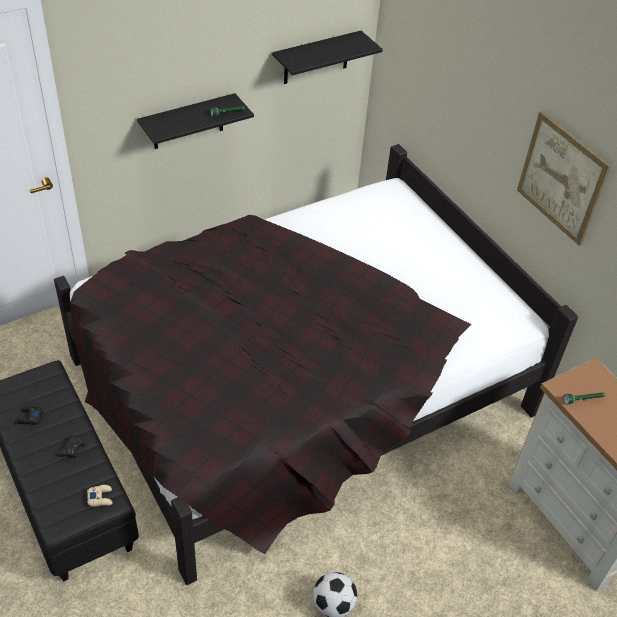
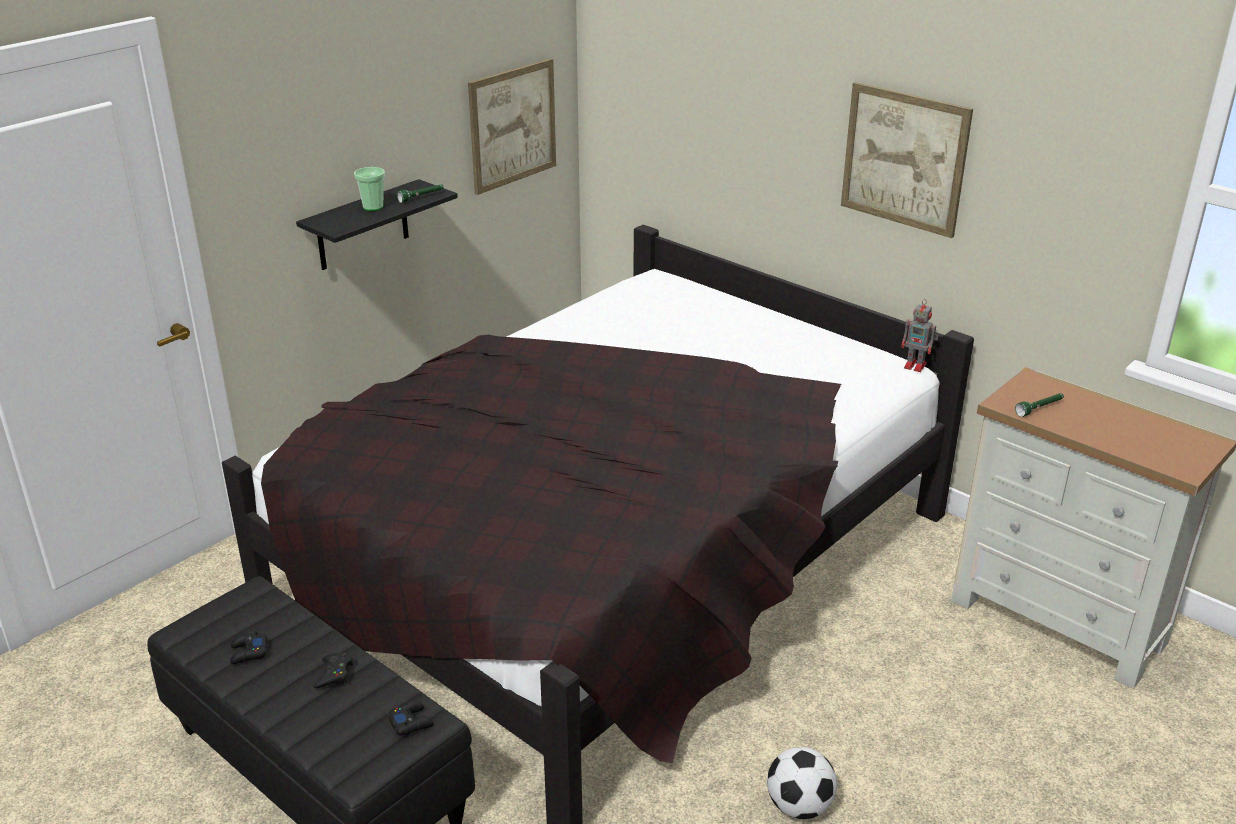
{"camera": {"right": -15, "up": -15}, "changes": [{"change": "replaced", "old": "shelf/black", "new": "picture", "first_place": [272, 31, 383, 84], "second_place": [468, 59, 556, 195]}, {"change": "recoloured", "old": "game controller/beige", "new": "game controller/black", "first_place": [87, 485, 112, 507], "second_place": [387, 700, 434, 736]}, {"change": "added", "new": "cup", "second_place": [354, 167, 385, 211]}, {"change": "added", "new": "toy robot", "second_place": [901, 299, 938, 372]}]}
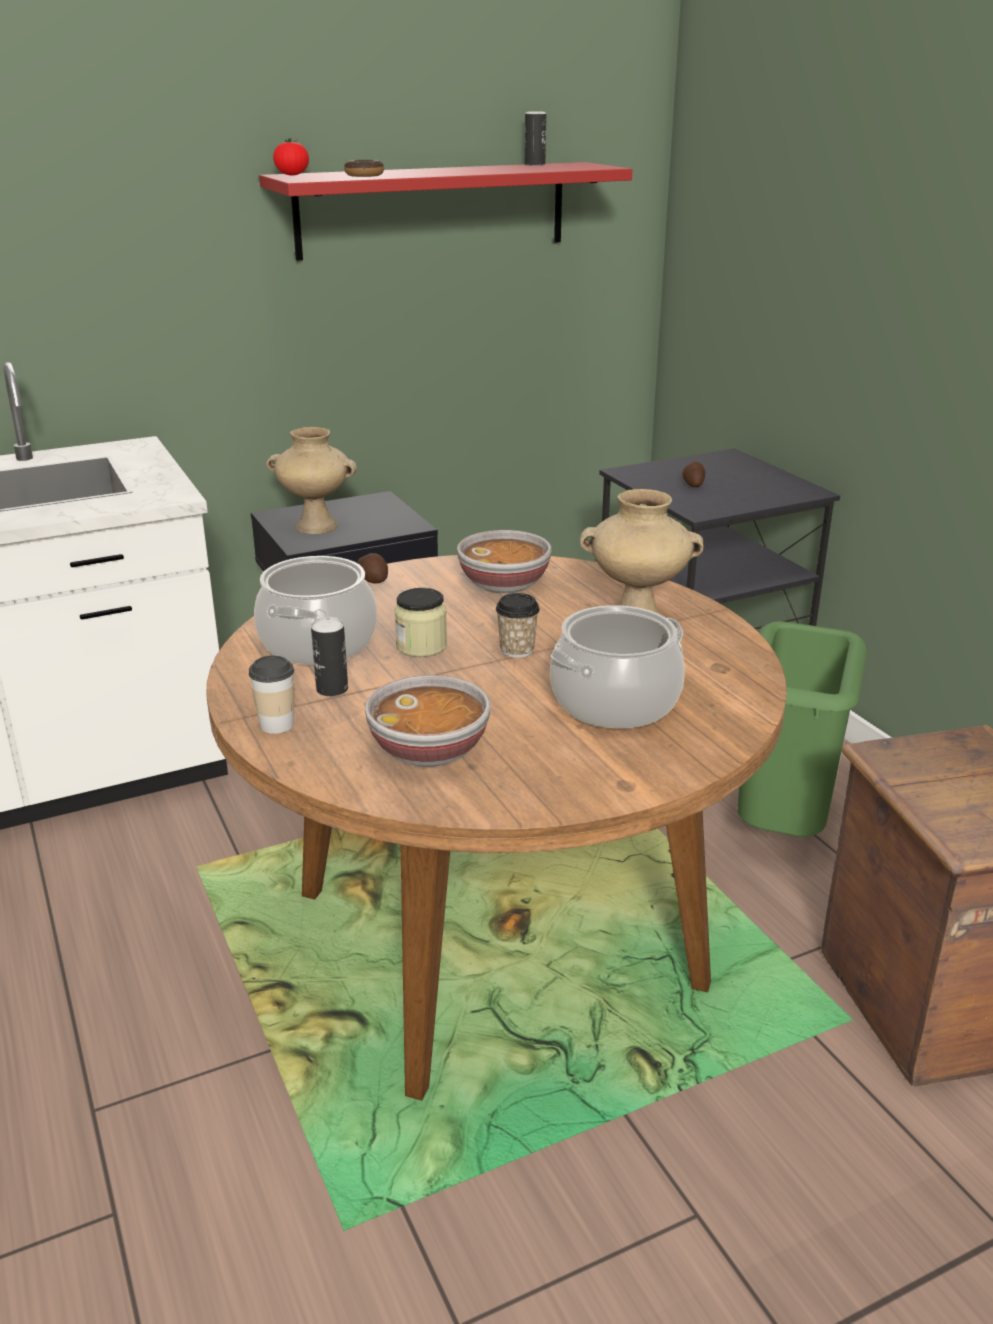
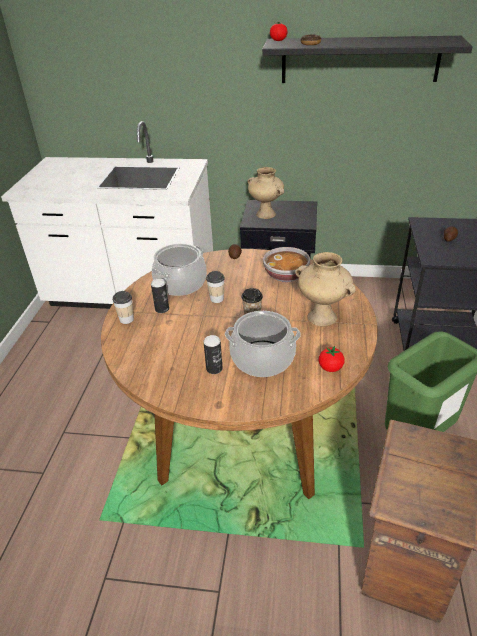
{"camera": {"right": 35, "up": 10}, "changes": [{"change": "moved", "old": "can", "first_place": [525, 111, 546, 166], "second_place": [203, 335, 223, 374]}, {"change": "recoloured", "old": "shelf/red", "new": "shelf/black", "first_place": [259, 162, 632, 261], "second_place": [262, 36, 473, 83]}, {"change": "replaced", "old": "jar", "new": "cup", "first_place": [395, 588, 447, 657], "second_place": [206, 271, 225, 303]}, {"change": "removed", "old": "bowl", "first_place": [365, 675, 490, 767]}, {"change": "added", "new": "tomato", "second_place": [319, 346, 344, 372]}]}
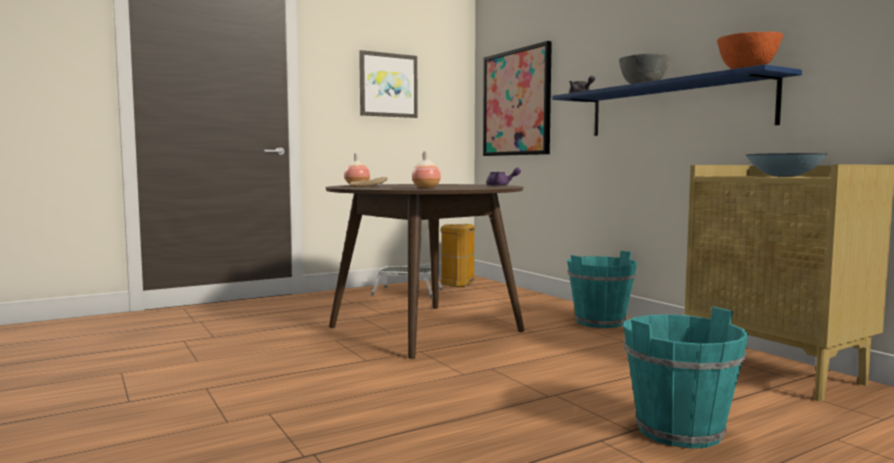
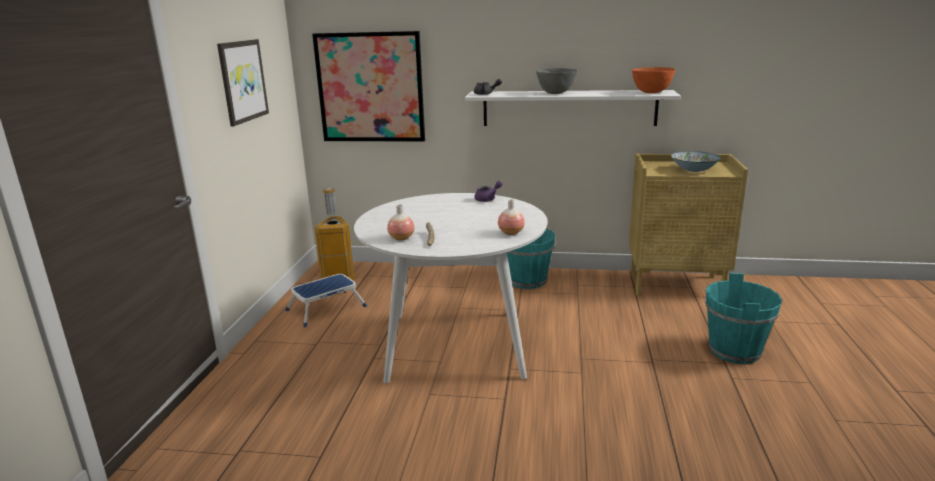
{"camera": {"right": -50, "up": 15}, "changes": [{"change": "recoloured", "old": "shelf/blue", "new": "shelf/white", "first_place": [552, 64, 802, 136], "second_place": [465, 90, 681, 126]}, {"change": "recoloured", "old": "dining table/brown", "new": "dining table/white", "first_place": [325, 184, 525, 359], "second_place": [354, 193, 548, 384]}, {"change": "recoloured", "old": "step ladder/grey", "new": "step ladder/blue", "first_place": [370, 266, 444, 299], "second_place": [285, 274, 367, 327]}]}
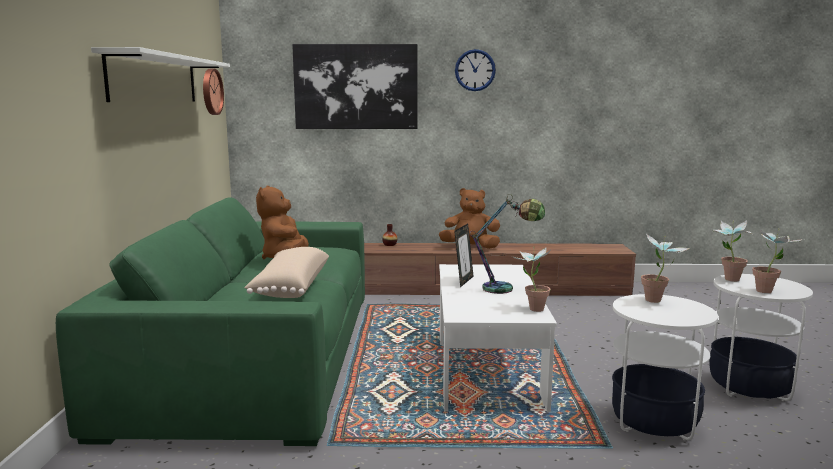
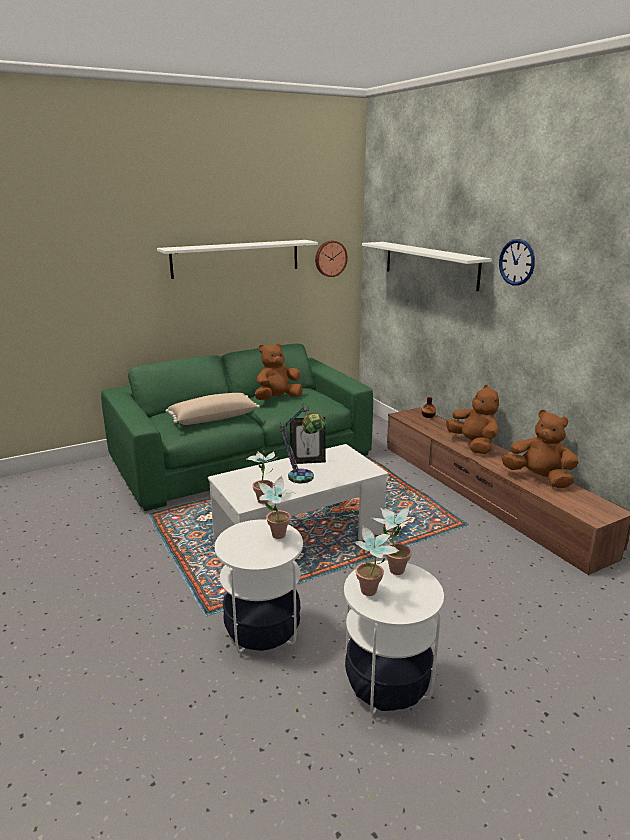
{"camera": {"right": 60, "up": 10}, "changes": [{"change": "replaced", "old": "picture", "new": "shelf/white", "first_place": [292, 44, 418, 129], "second_place": [362, 242, 491, 291]}, {"change": "added", "new": "plush toy/brown", "second_place": [502, 410, 579, 488]}]}
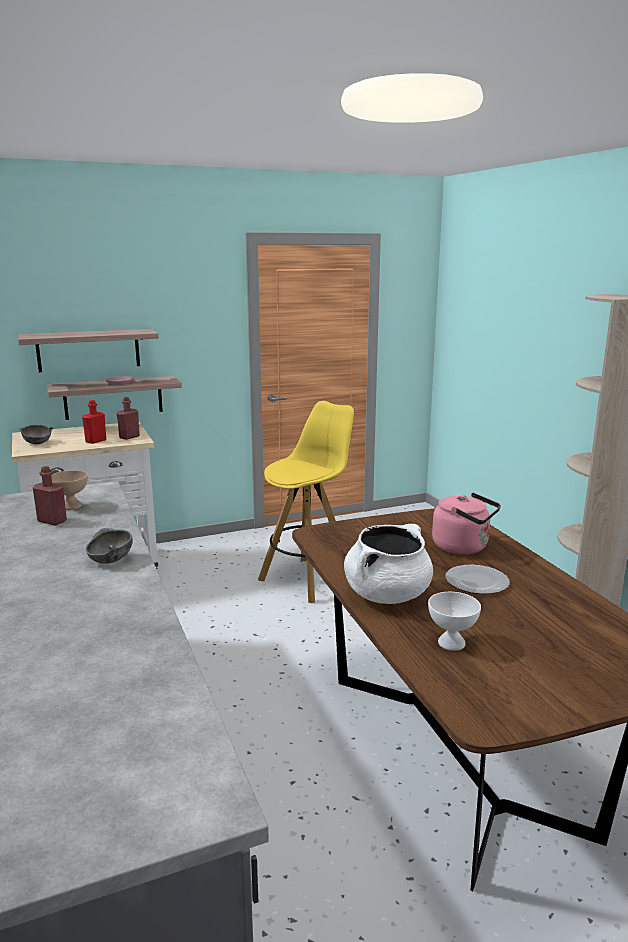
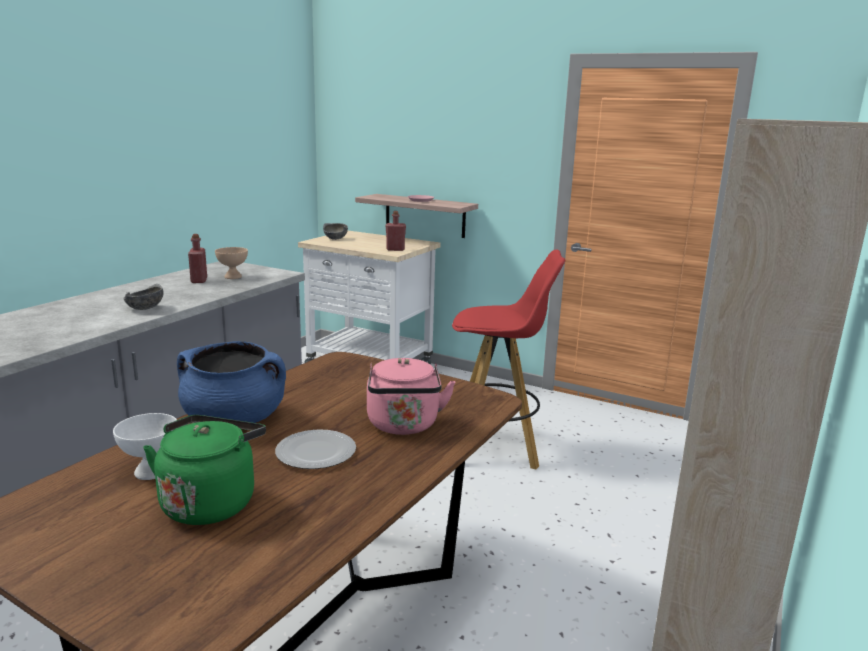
{"camera": {"right": 50, "up": 0}, "changes": [{"change": "removed", "old": "shelf", "first_place": [18, 329, 159, 372]}, {"change": "removed", "old": "bottle/red", "first_place": [82, 400, 106, 444]}, {"change": "recoloured", "old": "stool/yellow", "new": "stool/red", "first_place": [258, 401, 354, 603], "second_place": [452, 250, 565, 469]}, {"change": "recoloured", "old": "cooking pot/white", "new": "cooking pot/blue", "first_place": [344, 524, 433, 604], "second_place": [177, 341, 286, 423]}, {"change": "added", "new": "kettle/green", "second_place": [143, 415, 266, 525]}]}
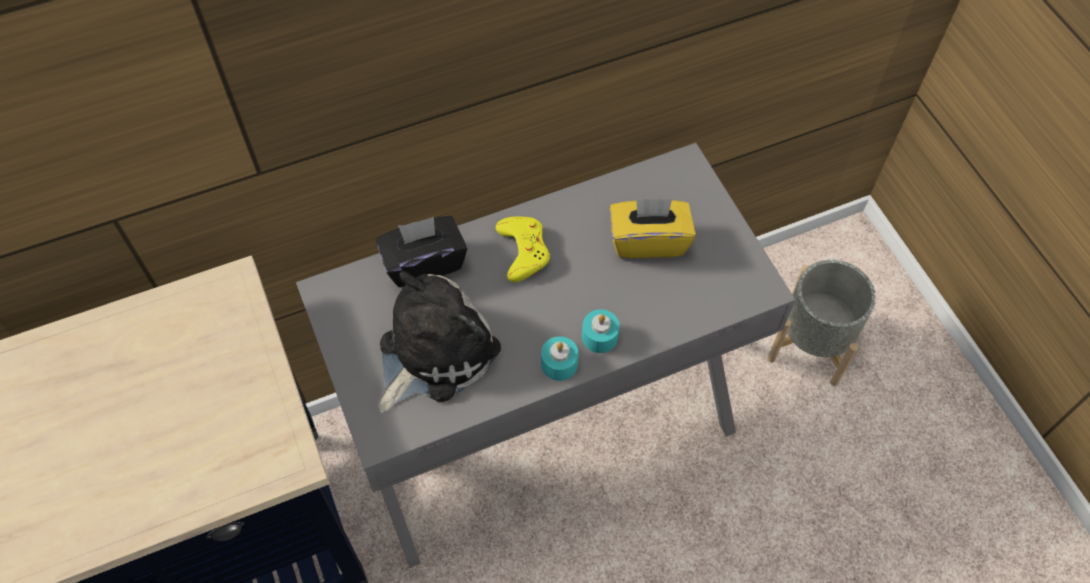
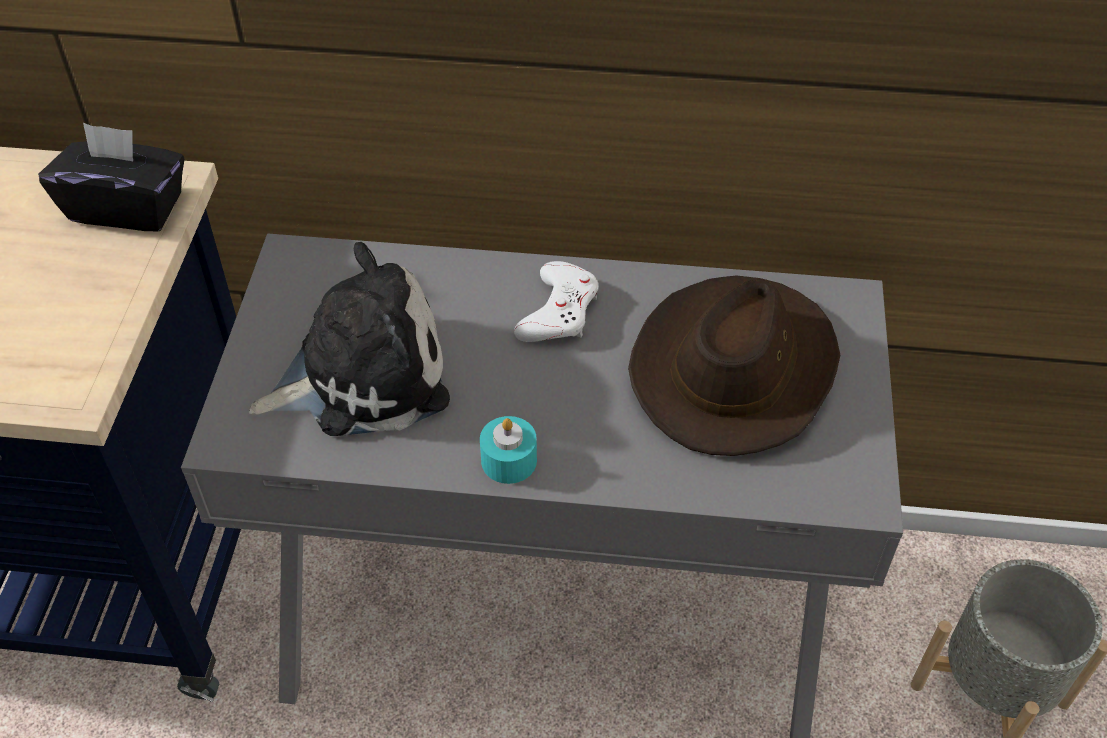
{"camera": {"right": 30, "up": -10}, "changes": [{"change": "replaced", "old": "tissue box/yellow", "new": "hat/brown", "first_place": [610, 198, 696, 258], "second_place": [628, 275, 840, 456]}, {"change": "moved", "old": "tissue box/black", "first_place": [376, 216, 467, 288], "second_place": [38, 123, 185, 231]}, {"change": "recoloured", "old": "game controller/yellow", "new": "game controller/white", "first_place": [496, 217, 550, 282], "second_place": [514, 261, 599, 342]}, {"change": "removed", "old": "candle/turquoise", "first_place": [582, 309, 620, 353]}]}
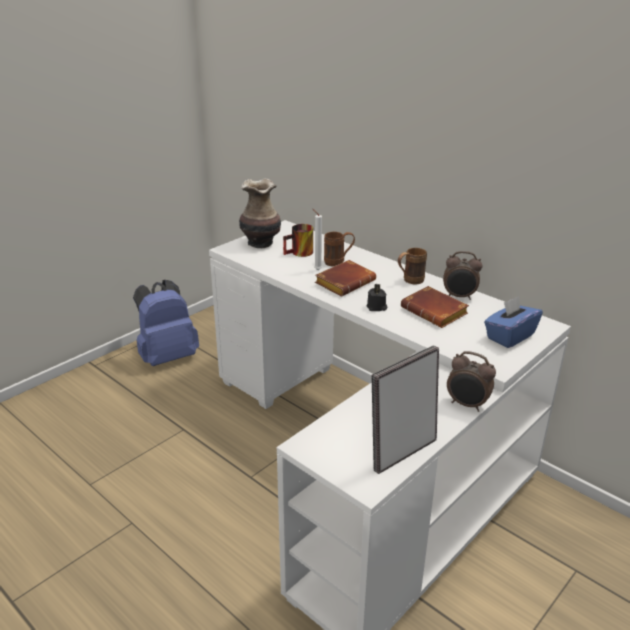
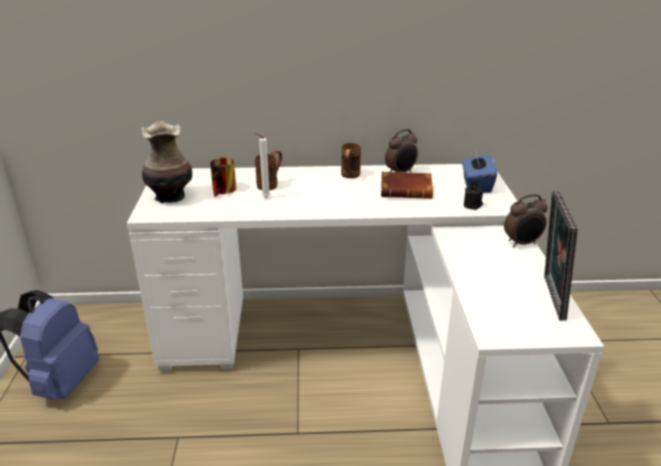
{"camera": {"right": -45, "up": 0}, "changes": [{"change": "removed", "old": "book/brown", "first_place": [315, 260, 376, 296]}, {"change": "moved", "old": "candle/black", "first_place": [367, 284, 387, 311], "second_place": [464, 181, 483, 210]}]}
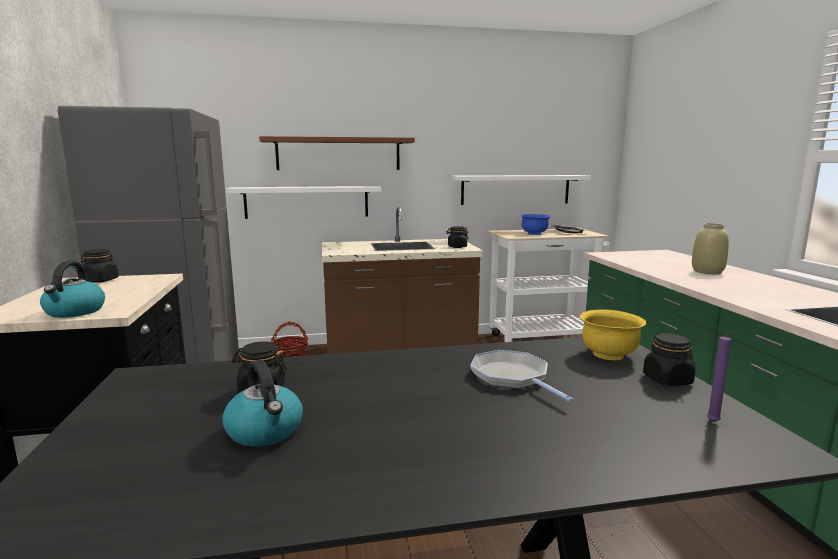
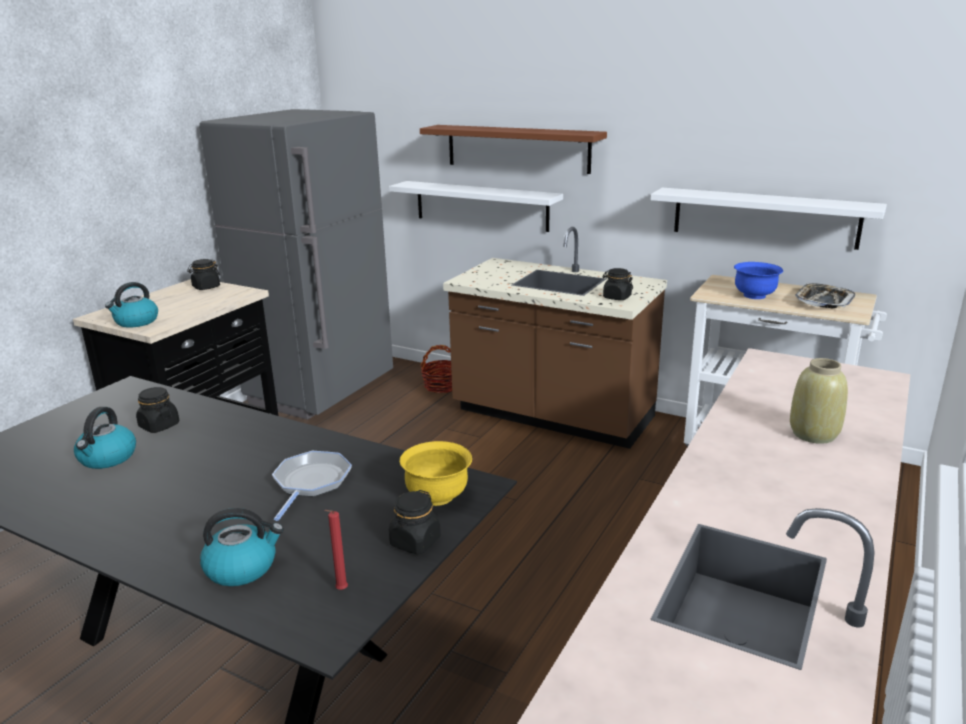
{"camera": {"right": 40, "up": 10}, "changes": [{"change": "recoloured", "old": "candle/purple", "new": "candle/red", "first_place": [707, 332, 734, 422], "second_place": [324, 510, 348, 590]}, {"change": "added", "new": "kettle", "second_place": [200, 508, 284, 586]}]}
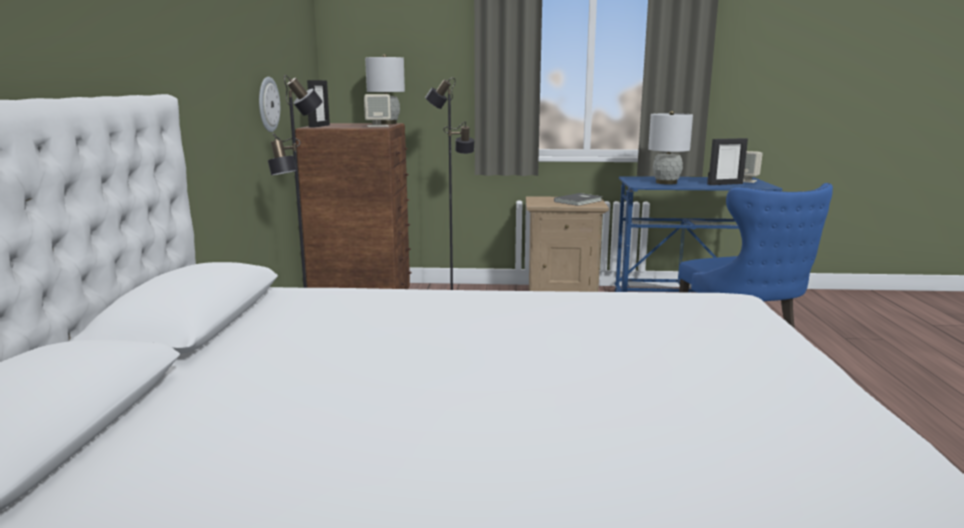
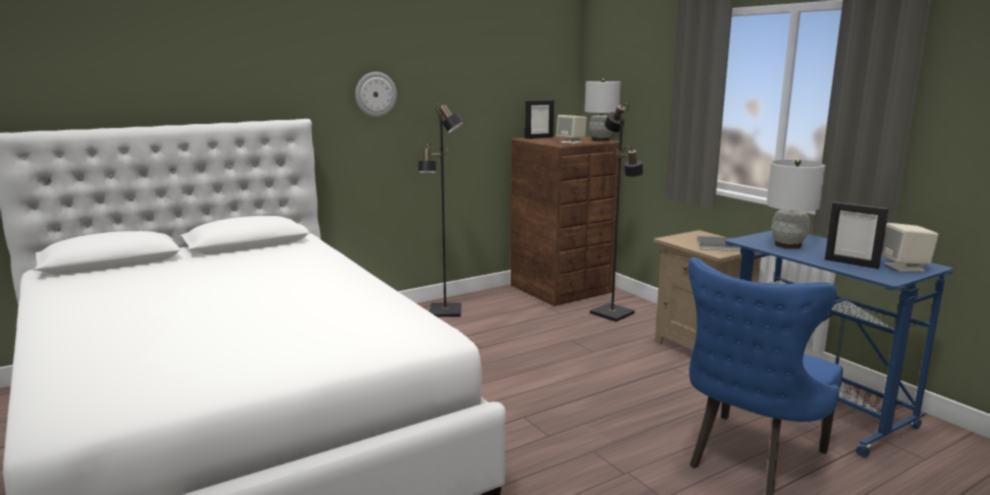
{"camera": {"right": 55, "up": 0}, "changes": [{"change": "moved", "old": "wall clock", "first_place": [259, 77, 280, 132], "second_place": [355, 72, 397, 117]}]}
